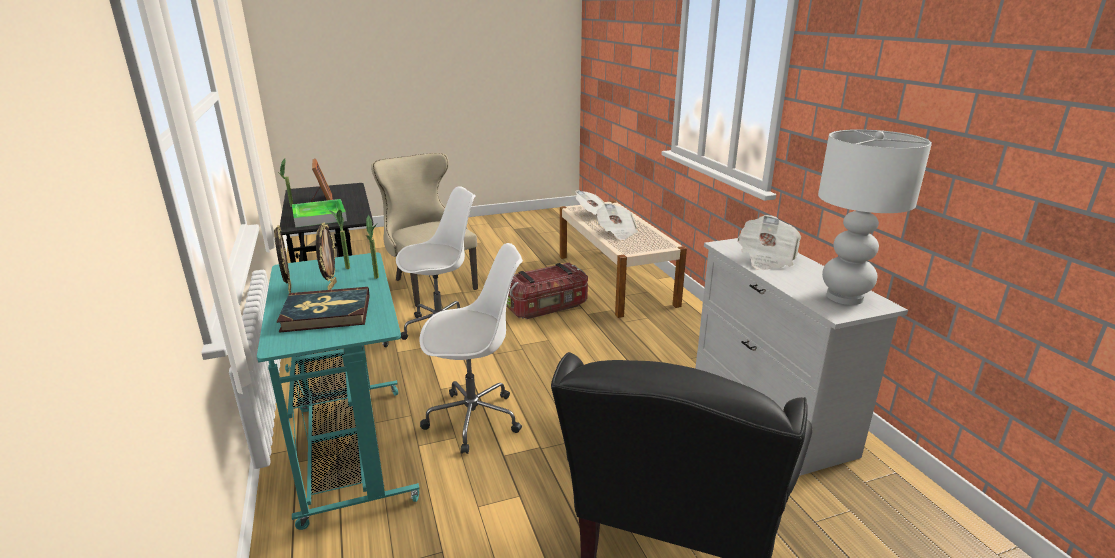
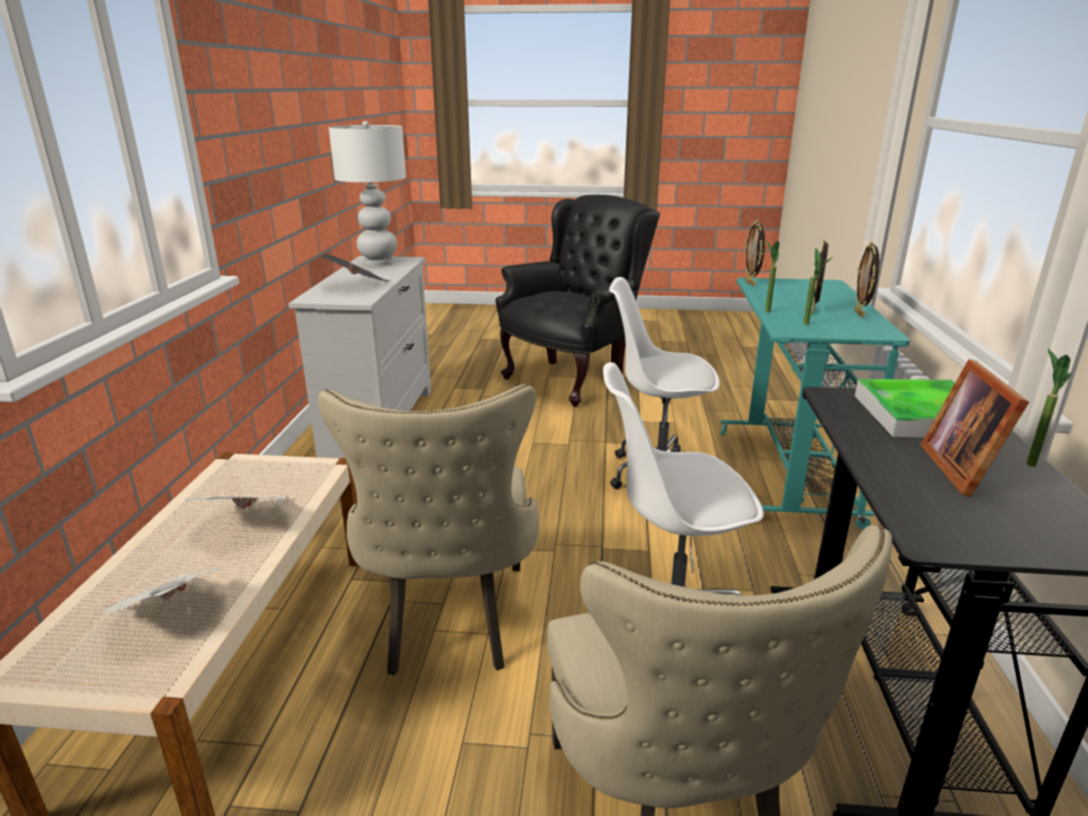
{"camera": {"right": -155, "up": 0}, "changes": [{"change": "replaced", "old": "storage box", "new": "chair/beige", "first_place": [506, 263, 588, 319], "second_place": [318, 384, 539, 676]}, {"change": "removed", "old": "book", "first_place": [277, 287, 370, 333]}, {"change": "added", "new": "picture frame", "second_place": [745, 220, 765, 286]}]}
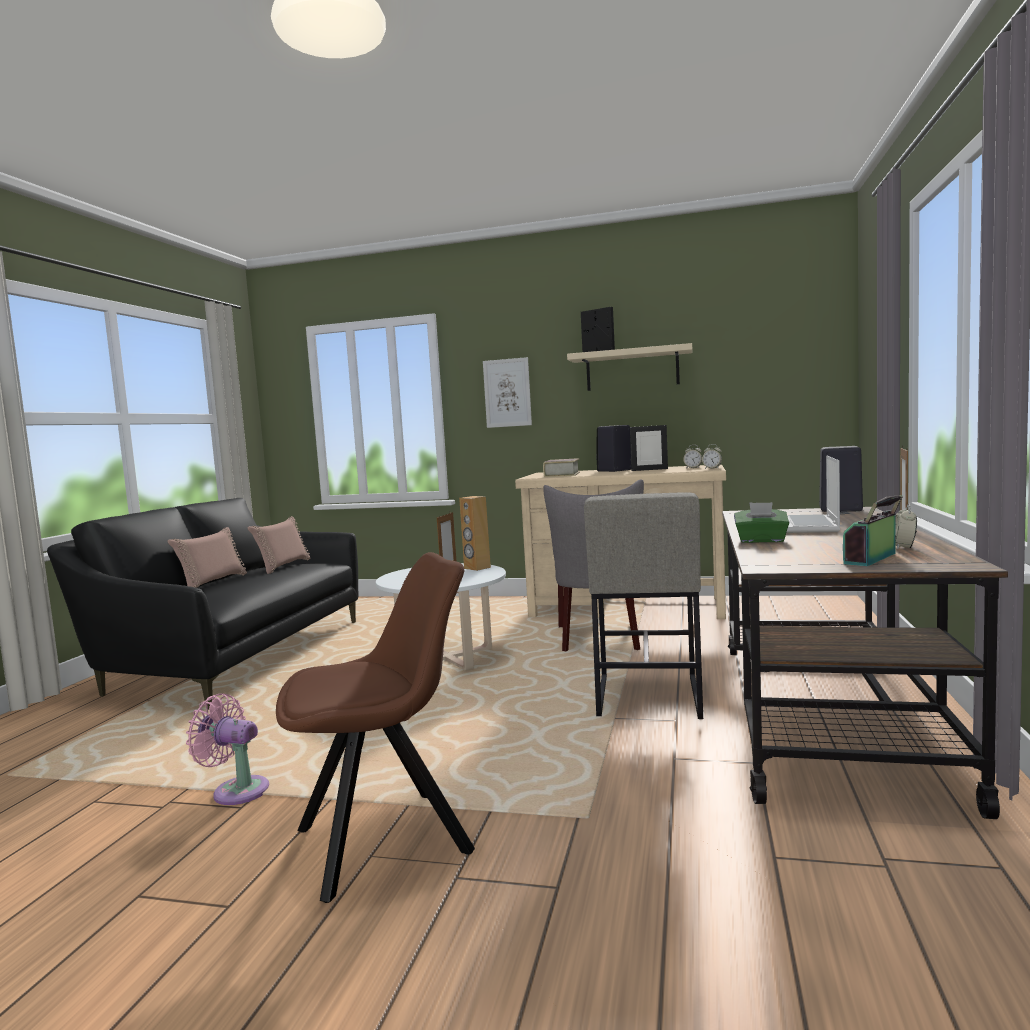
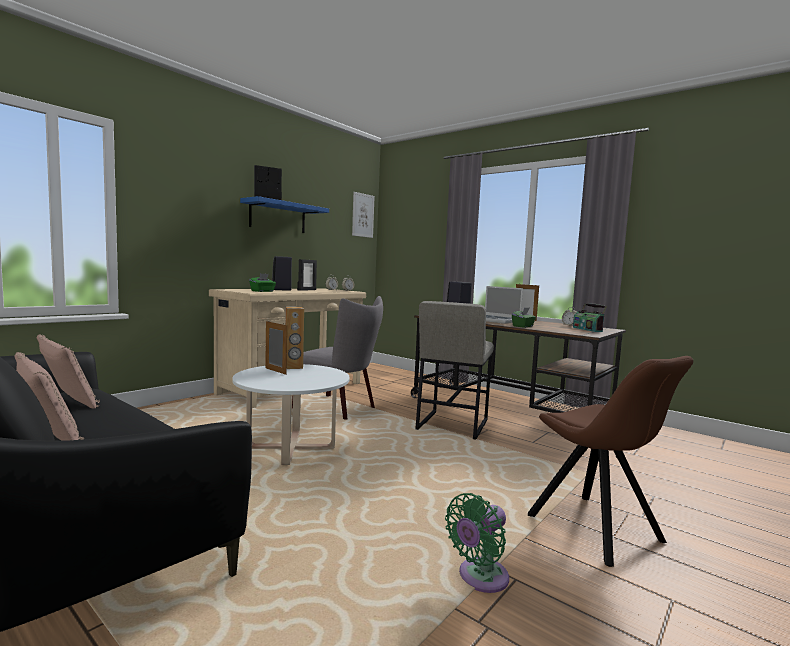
{"camera": {"right": -65, "up": 0}, "changes": [{"change": "recoloured", "old": "shelf/beige", "new": "shelf/blue", "first_place": [567, 343, 692, 391], "second_place": [240, 196, 329, 233]}, {"change": "moved", "old": "picture", "first_place": [483, 357, 532, 428], "second_place": [352, 192, 375, 238]}, {"change": "replaced", "old": "book", "new": "tissue box/green", "first_place": [543, 458, 580, 477], "second_place": [249, 274, 276, 292]}, {"change": "turned", "old": "chair/grey", "first_place": [584, 492, 703, 719], "second_place": [415, 301, 494, 440], "degrees": 75}, {"change": "turned", "old": "chair/brown", "first_place": [276, 552, 475, 903], "second_place": [528, 356, 693, 567], "degrees": 150}, {"change": "recoloured", "old": "fan/pink", "new": "fan/green", "first_place": [186, 693, 269, 805], "second_place": [445, 493, 509, 593]}]}
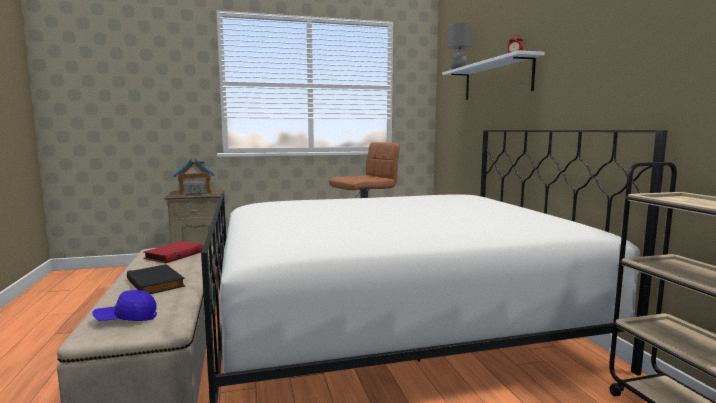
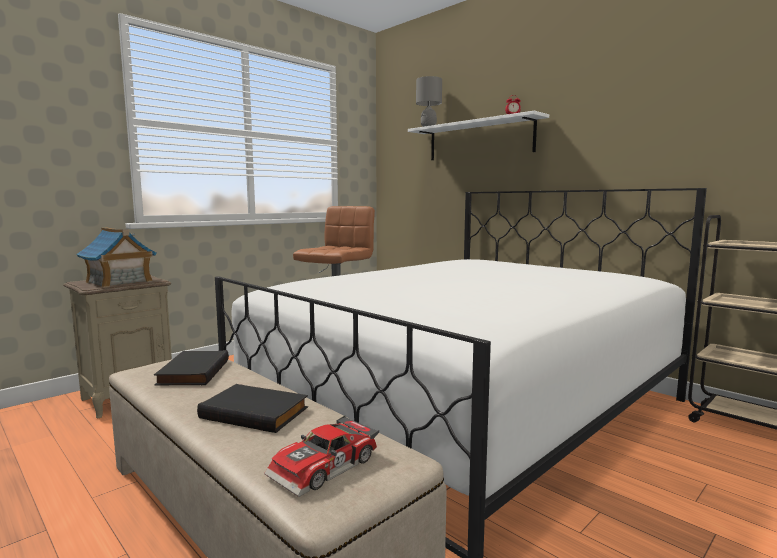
{"camera": {"right": -30, "up": 0}, "changes": [{"change": "recoloured", "old": "book/red", "new": "book/black", "first_place": [144, 241, 204, 263], "second_place": [154, 350, 229, 385]}, {"change": "replaced", "old": "cap/blue", "new": "toy car", "first_place": [92, 290, 157, 321], "second_place": [264, 415, 379, 497]}]}
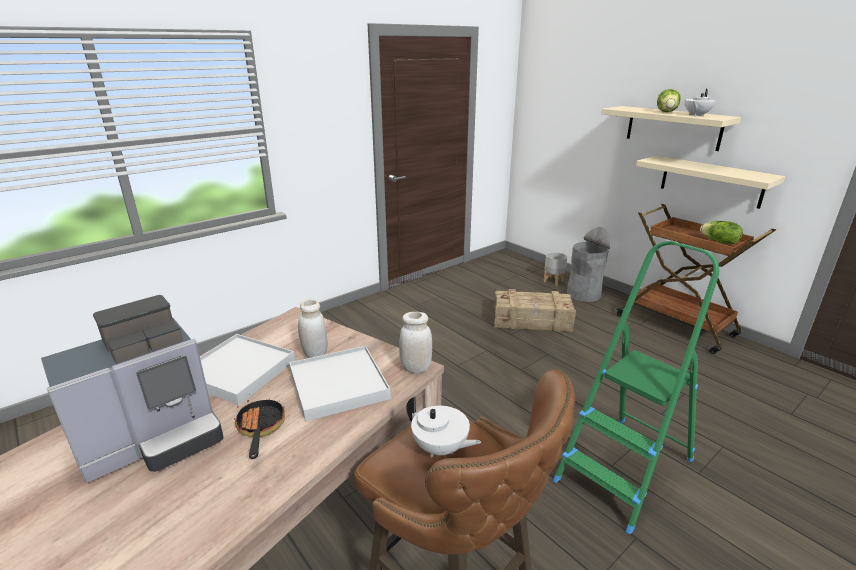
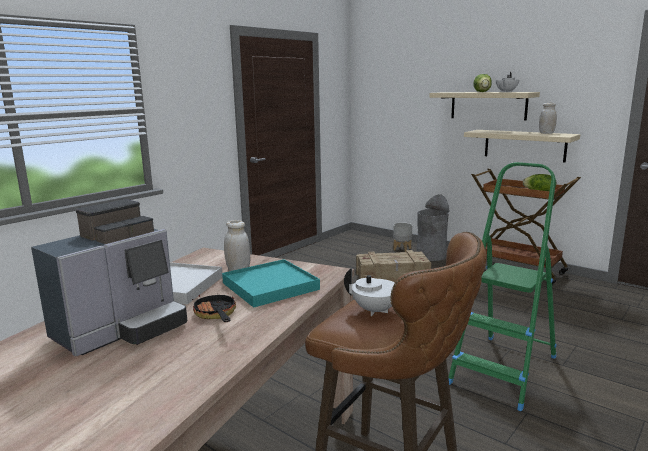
{"camera": {"right": -10, "up": -10}, "changes": [{"change": "moved", "old": "jar/white", "first_place": [399, 312, 432, 373], "second_place": [539, 103, 557, 134]}, {"change": "recoloured", "old": "tray/white", "new": "tray/turquoise", "first_place": [289, 346, 391, 422], "second_place": [222, 259, 320, 308]}]}
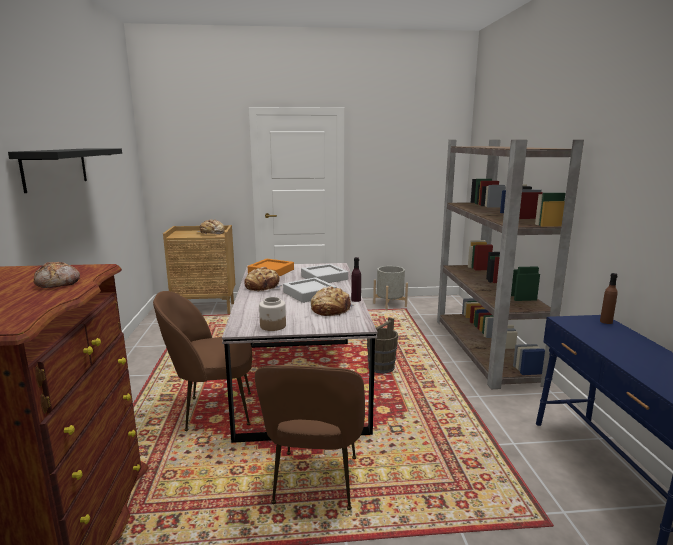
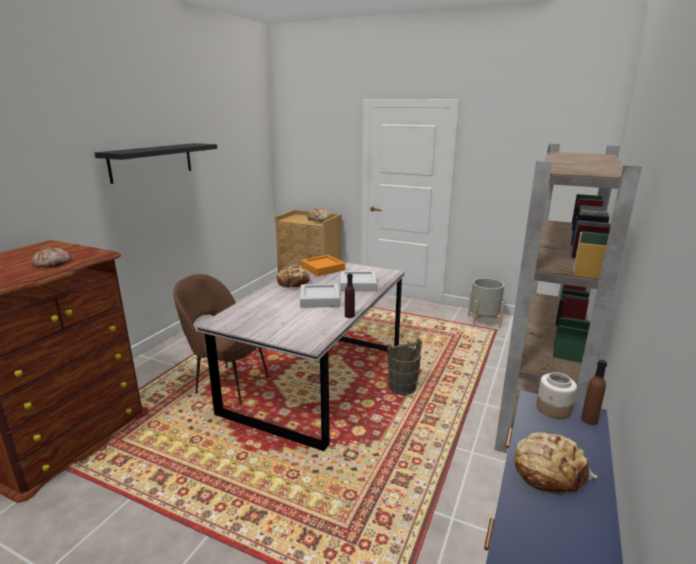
{"camera": {"right": 30, "up": 5}, "changes": [{"change": "moved", "old": "bread", "first_place": [311, 286, 355, 316], "second_place": [514, 432, 597, 496]}, {"change": "moved", "old": "jar", "first_place": [259, 297, 286, 331], "second_place": [536, 372, 577, 419]}, {"change": "removed", "old": "chair/brown", "first_place": [255, 365, 365, 510]}]}
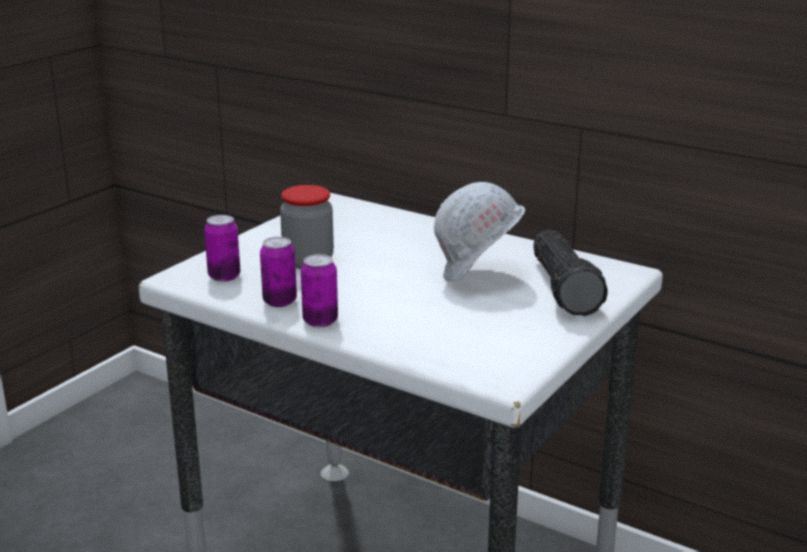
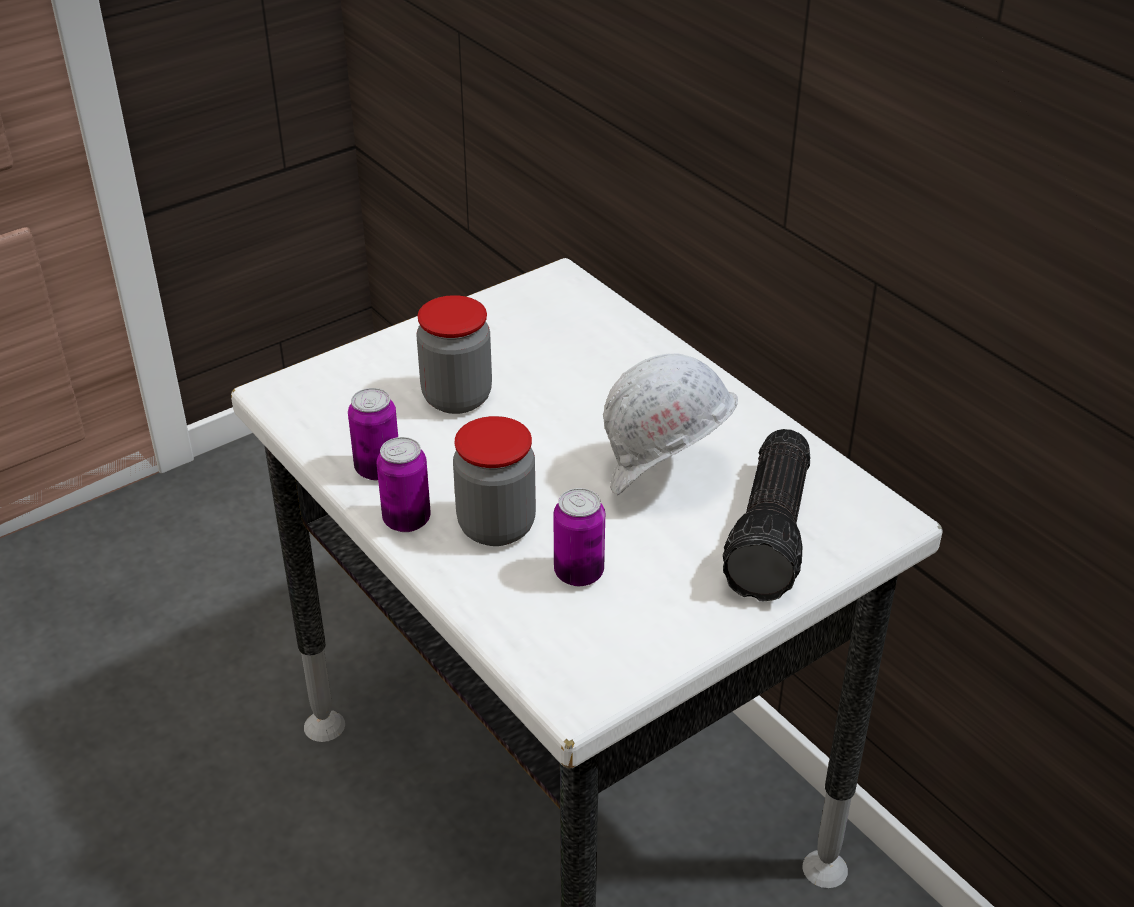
{"camera": {"right": 20, "up": 15}, "changes": [{"change": "moved", "old": "can", "first_place": [204, 215, 241, 282], "second_place": [553, 488, 605, 586]}, {"change": "added", "new": "jar", "second_place": [453, 416, 536, 546]}]}
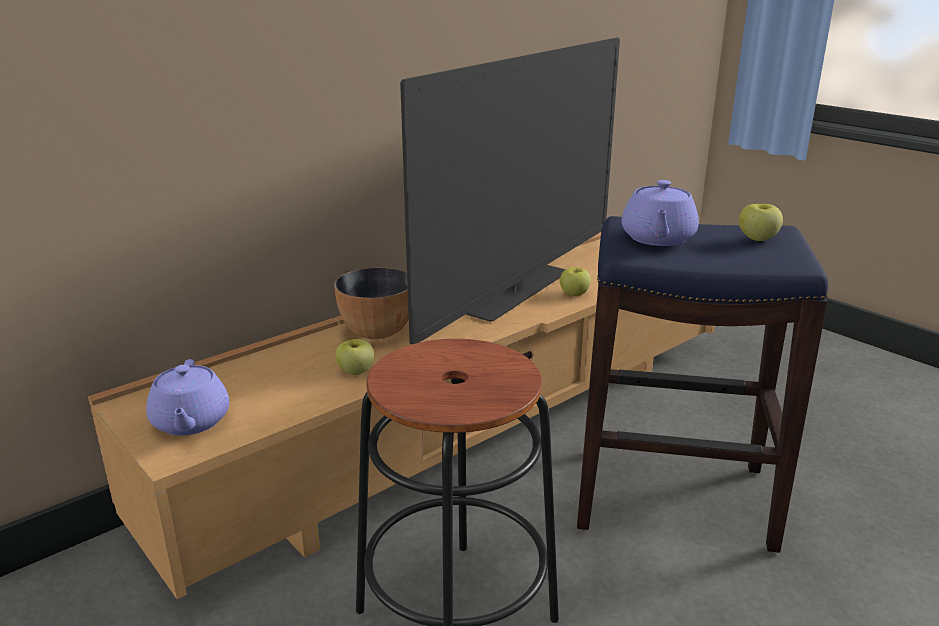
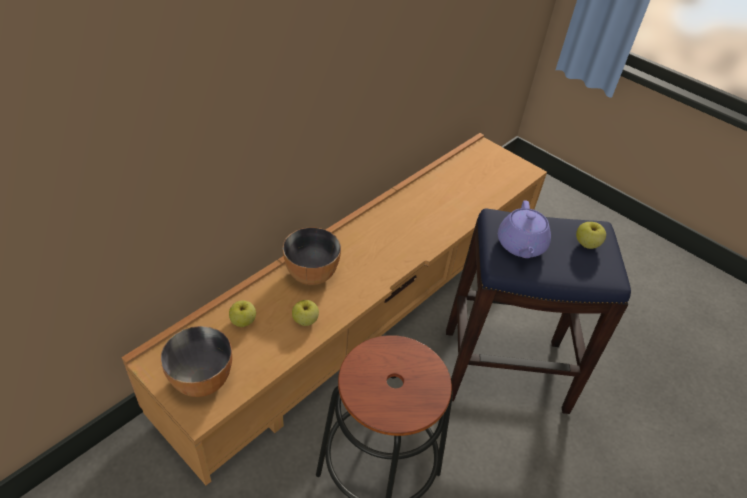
{"camera": {"right": -10, "up": 20}, "changes": [{"change": "removed", "old": "television", "first_place": [400, 38, 620, 345]}, {"change": "moved", "old": "apple", "first_place": [560, 267, 591, 296], "second_place": [229, 300, 256, 327]}, {"change": "replaced", "old": "teapot/purple", "new": "bowl", "first_place": [146, 359, 229, 435], "second_place": [160, 326, 232, 397]}]}
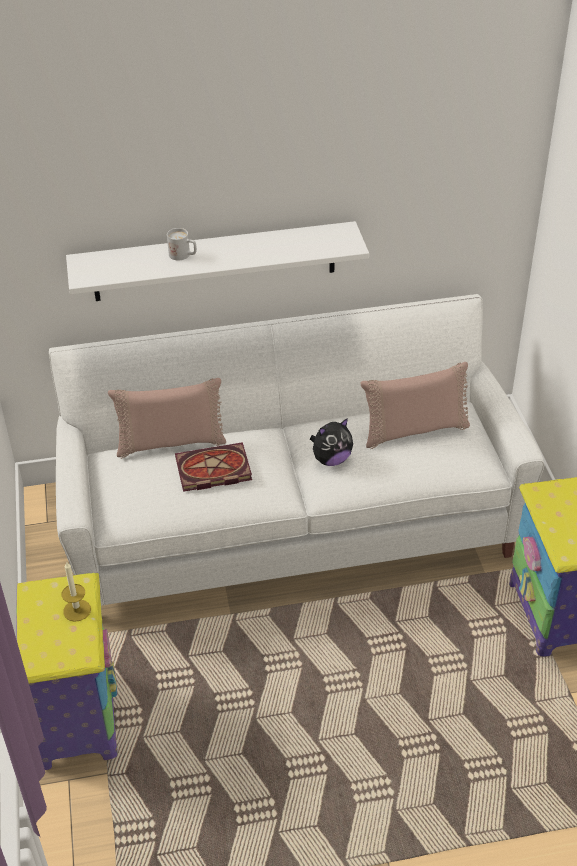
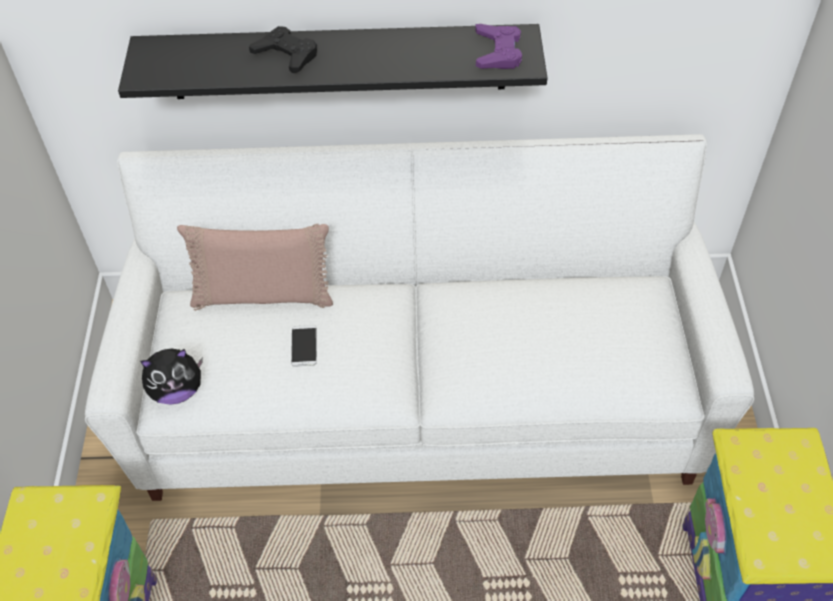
{"camera": {"right": 10, "up": 10}, "changes": [{"change": "recoloured", "old": "shelf/white", "new": "shelf/black", "first_place": [66, 221, 369, 301], "second_place": [118, 24, 547, 99]}, {"change": "replaced", "old": "mug/white", "new": "game controller/black", "first_place": [167, 228, 197, 261], "second_place": [249, 26, 317, 73]}, {"change": "removed", "old": "pillow/beige", "first_place": [360, 362, 470, 449]}, {"change": "moved", "old": "plush toy", "first_place": [310, 418, 353, 466], "second_place": [140, 349, 202, 404]}, {"change": "replaced", "old": "book", "new": "phone", "first_place": [175, 442, 252, 492], "second_place": [291, 325, 317, 367]}, {"change": "removed", "old": "candle", "first_place": [62, 561, 91, 622]}, {"change": "added", "new": "game controller/purple", "second_place": [475, 24, 522, 69]}]}
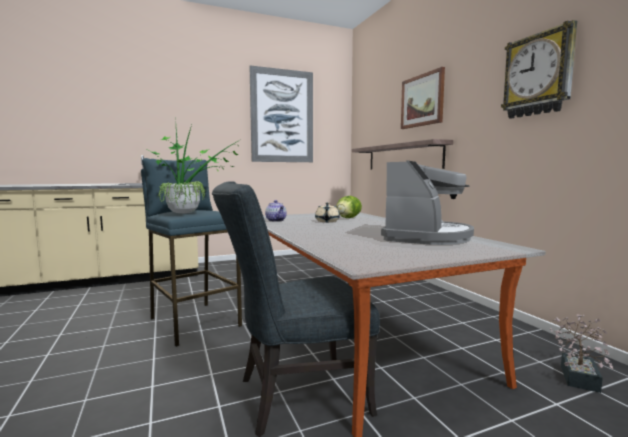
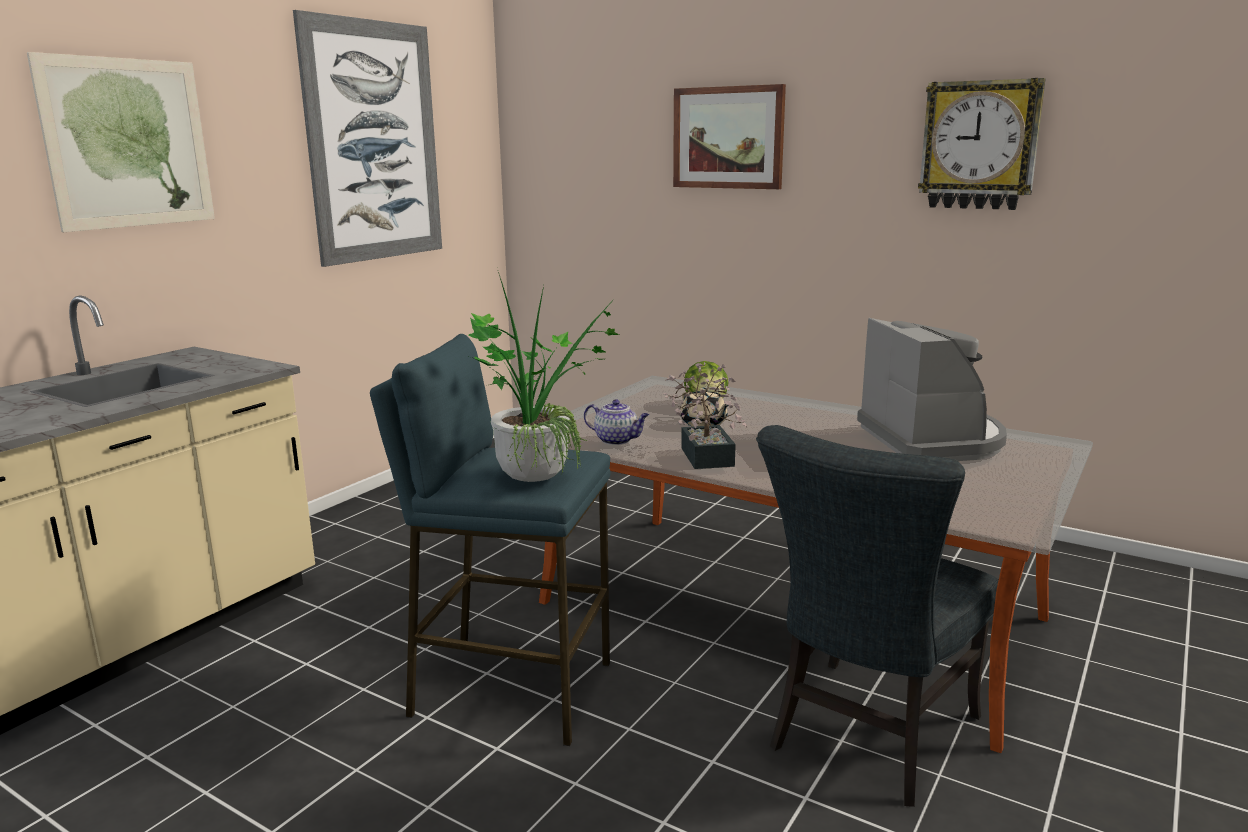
{"camera": {"right": -35, "up": 10}, "changes": [{"change": "removed", "old": "shelf", "first_place": [352, 139, 453, 170]}, {"change": "moved", "old": "potted plant", "first_place": [550, 314, 613, 393], "second_place": [664, 362, 747, 469]}, {"change": "added", "new": "picture", "second_place": [27, 52, 215, 232]}]}
